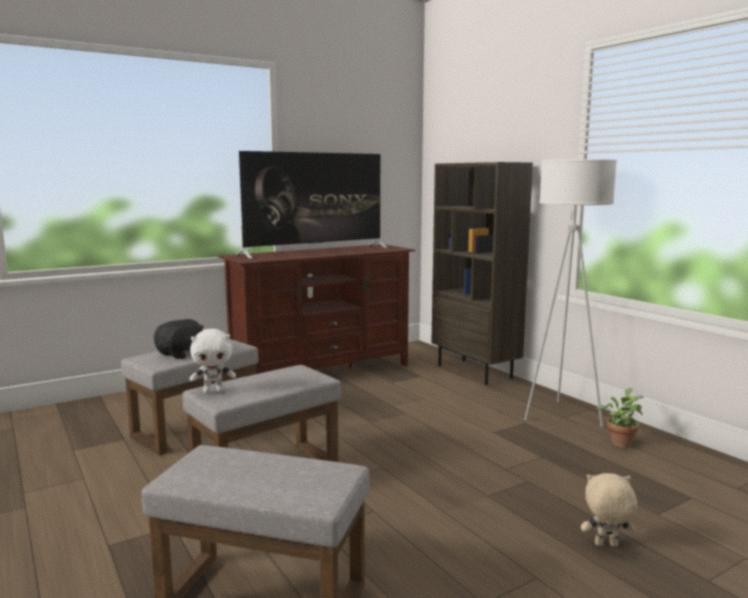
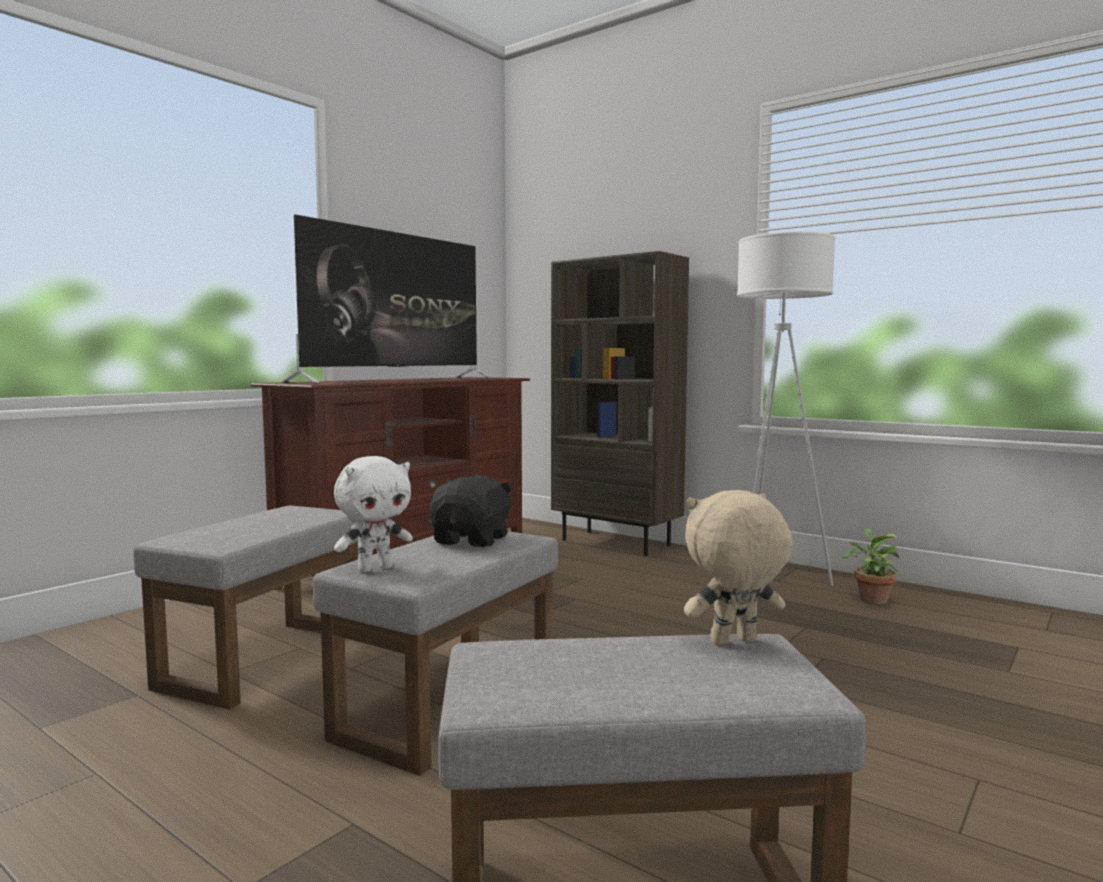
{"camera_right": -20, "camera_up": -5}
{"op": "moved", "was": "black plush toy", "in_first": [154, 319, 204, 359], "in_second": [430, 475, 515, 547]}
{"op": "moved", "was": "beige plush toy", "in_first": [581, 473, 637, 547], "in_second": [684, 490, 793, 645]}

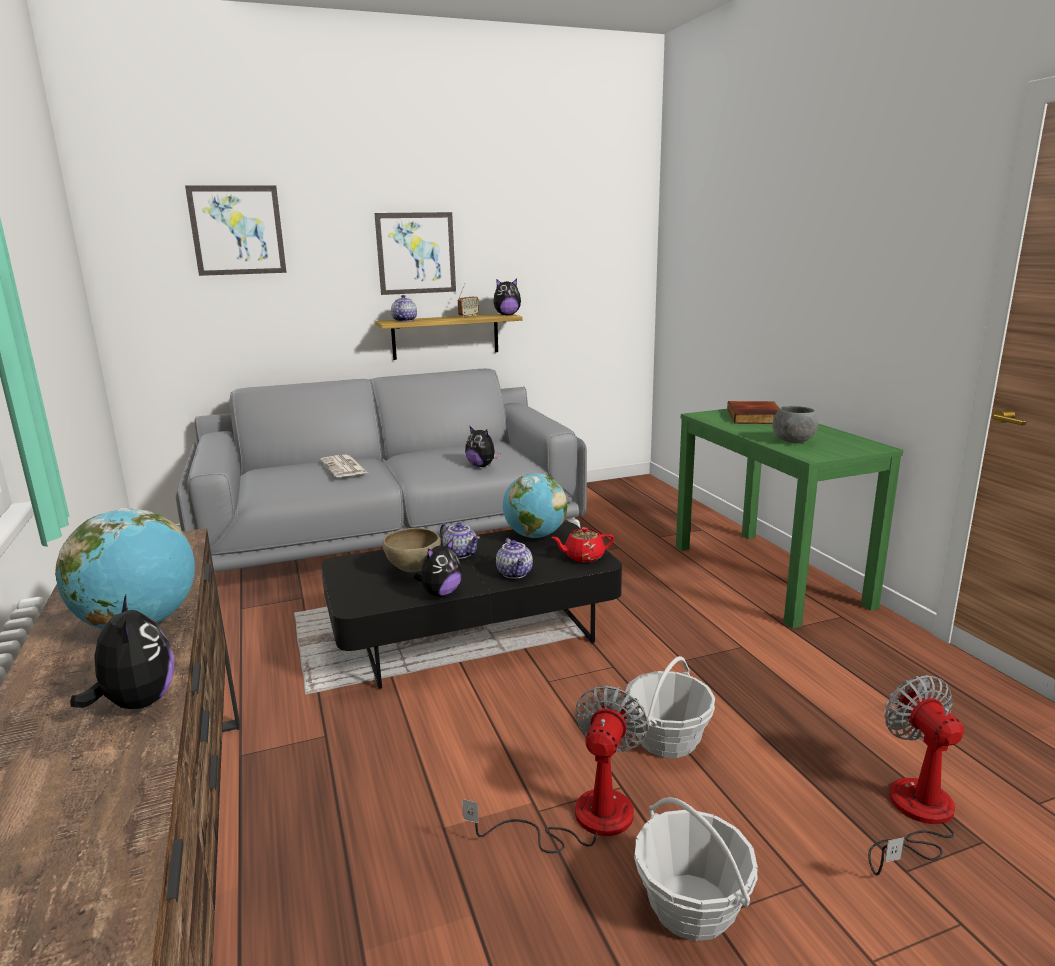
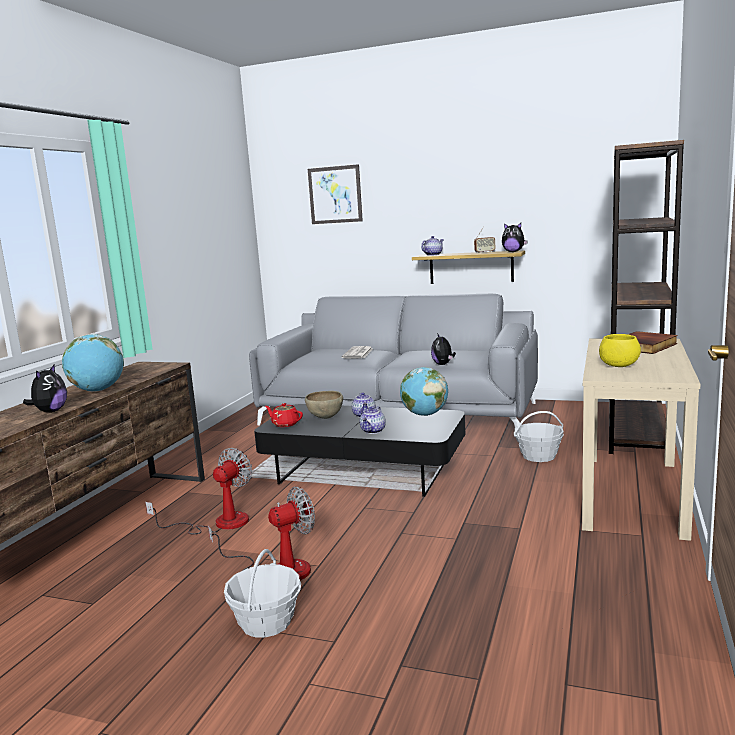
{"camera_right": 40, "camera_up": -5}
{"op": "removed", "was": "picture", "in_first": [374, 212, 456, 295]}
{"op": "removed", "was": "plush toy", "in_first": [414, 538, 462, 597]}
{"op": "moved", "was": "red teapot", "in_first": [551, 527, 614, 563], "in_second": [265, 403, 303, 427]}
{"op": "moved", "was": "basket", "in_first": [625, 656, 715, 758], "in_second": [514, 411, 564, 462]}
{"op": "recoloured", "was": "green console table", "now": "beige console table", "in_first": [676, 409, 904, 629], "in_second": [582, 339, 700, 541]}
{"op": "recoloured", "was": "grey bowl", "now": "yellow bowl", "in_first": [772, 406, 818, 443], "in_second": [599, 334, 641, 367]}
{"op": "moved", "was": "fan", "in_first": [868, 675, 964, 875], "in_second": [145, 448, 252, 535]}
{"op": "added", "now": "brown bookcase", "in_second": [609, 140, 684, 454]}

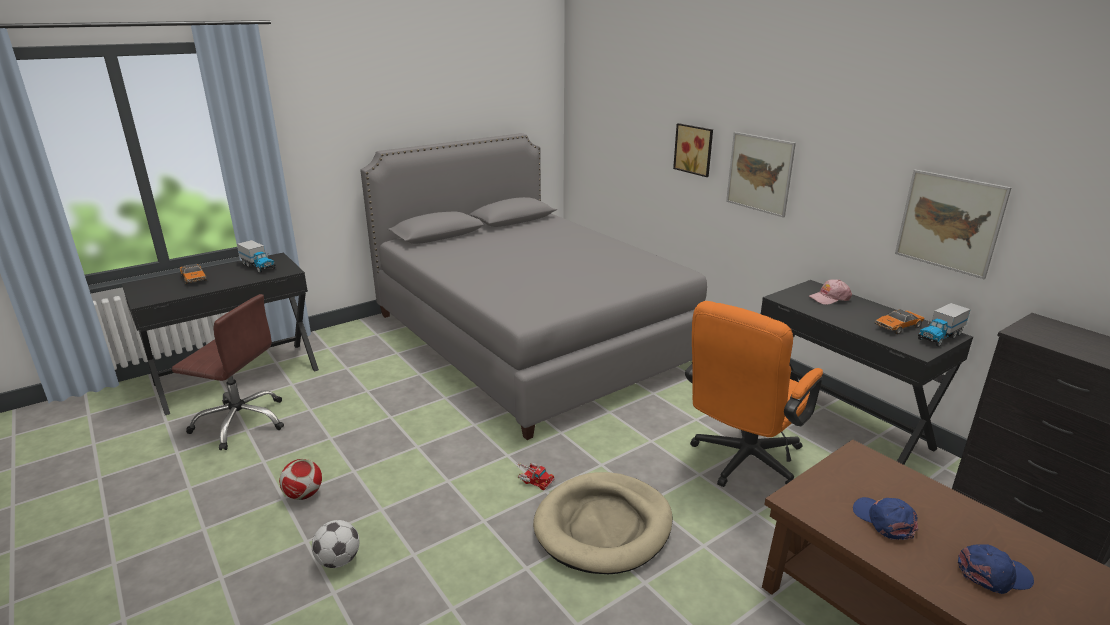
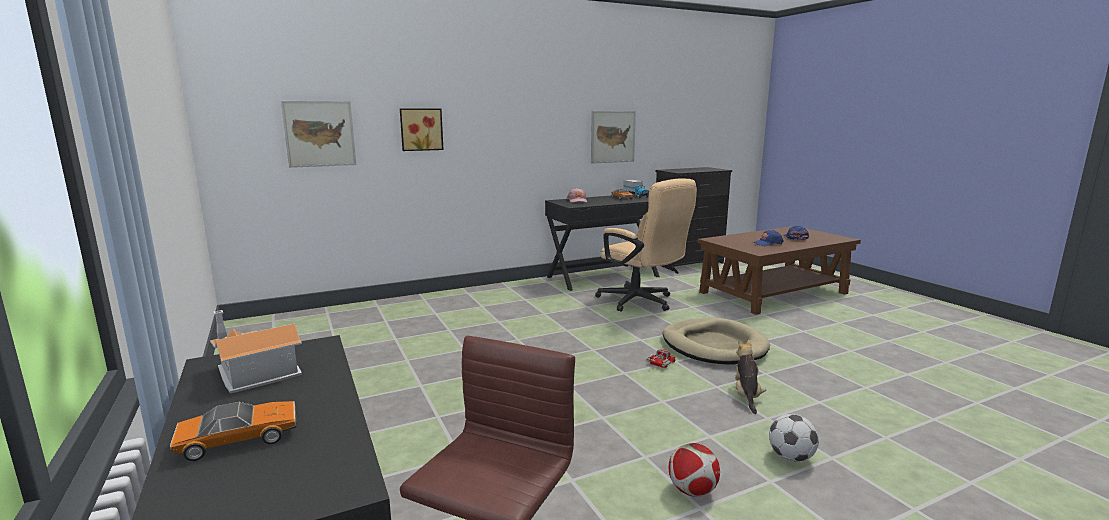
{"camera_right": -80, "camera_up": -10}
{"op": "replaced", "was": "toy truck", "now": "toy house", "in_first": [237, 240, 276, 273], "in_second": [210, 310, 302, 394]}
{"op": "removed", "was": "grey bed", "in_first": [360, 133, 707, 440]}
{"op": "recoloured", "was": "orange office chair", "now": "beige office chair", "in_first": [685, 301, 823, 487], "in_second": [595, 178, 697, 312]}
{"op": "moved", "was": "picture", "in_first": [726, 132, 796, 218], "in_second": [281, 101, 356, 168]}
{"op": "added", "now": "plush toy", "in_second": [735, 340, 766, 414]}

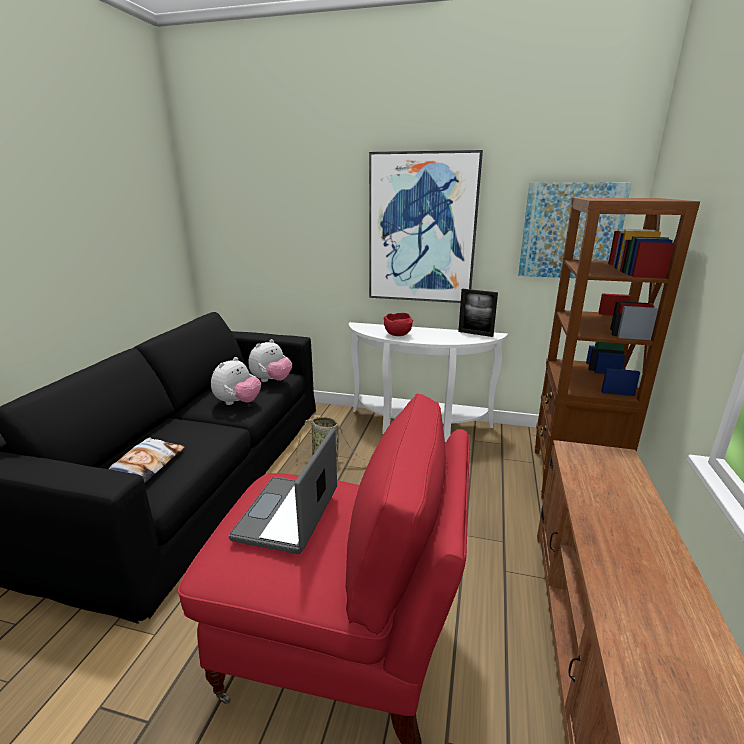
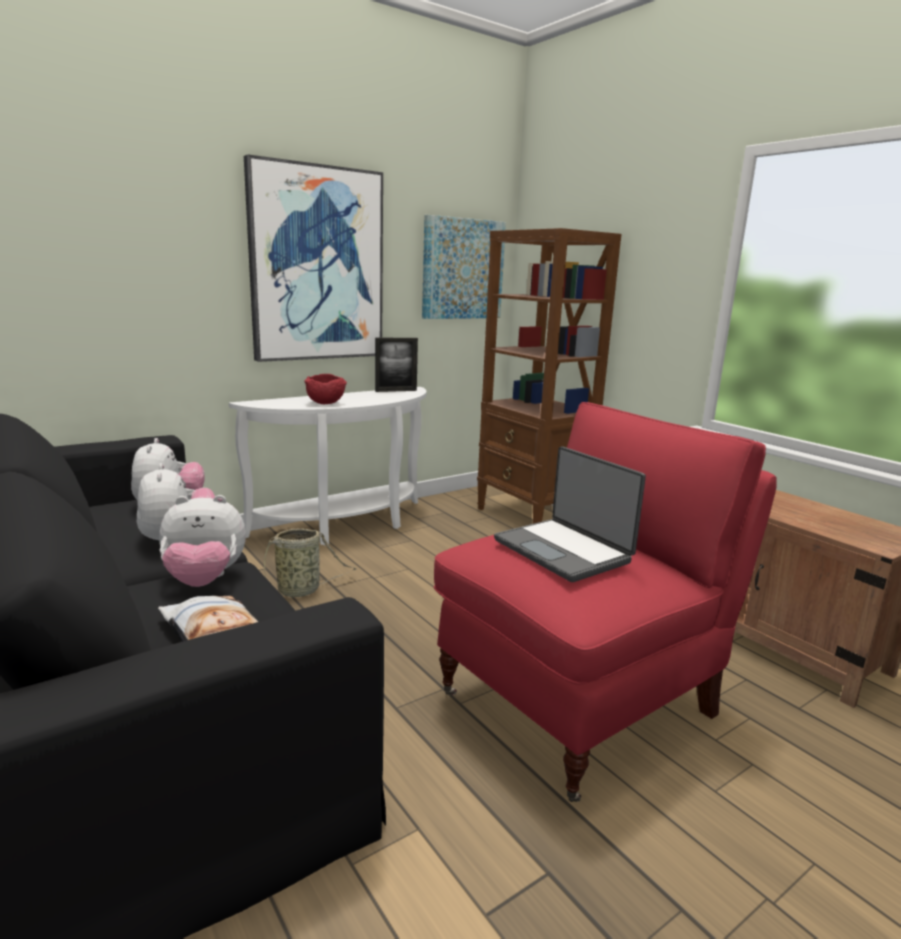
{"camera_right": -50, "camera_up": -5}
{"op": "added", "now": "plush toy", "in_second": [160, 495, 246, 587]}

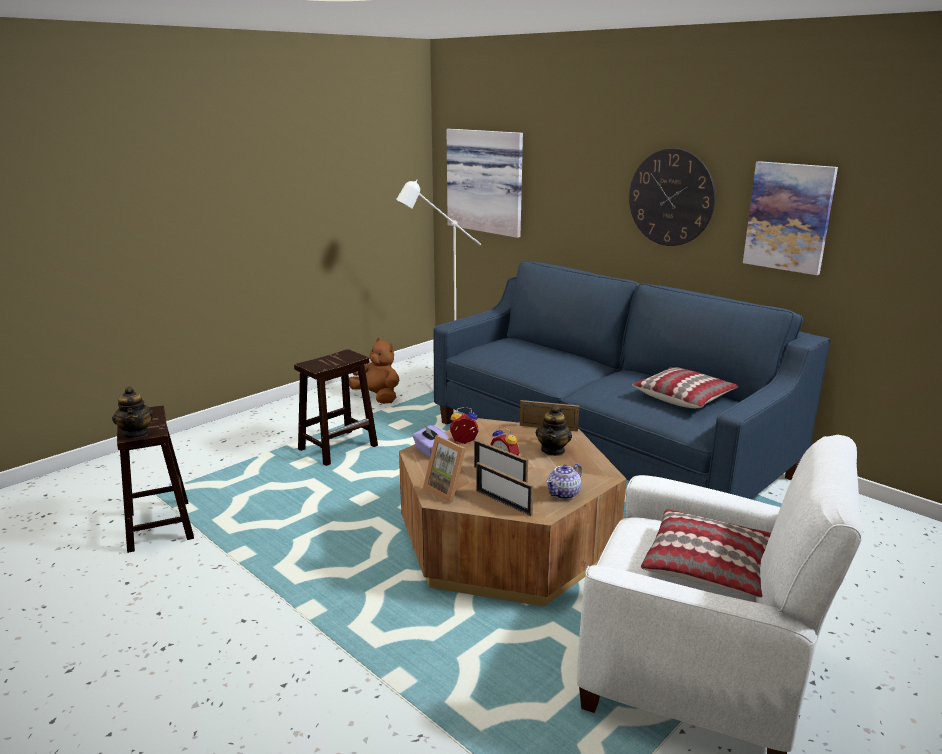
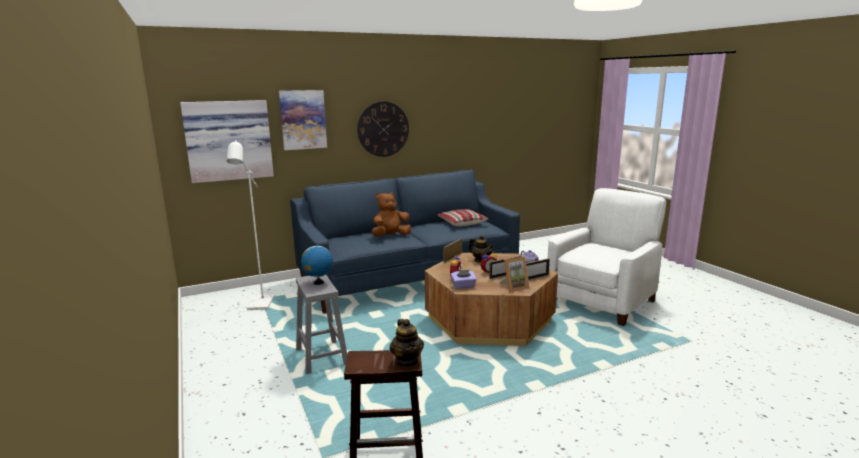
{"camera_right": -70, "camera_up": -5}
{"op": "turned", "was": "teapot", "in_first": [112, 387, 154, 438], "in_second": [390, 319, 424, 367], "clockwise": 75}
{"op": "recoloured", "was": "brown stool", "now": "grey stool", "in_first": [294, 349, 378, 466], "in_second": [296, 275, 347, 374]}
{"op": "moved", "was": "brown plush toy", "in_first": [349, 338, 399, 404], "in_second": [372, 192, 411, 236]}
{"op": "removed", "was": "pillow", "in_first": [641, 509, 771, 598]}
{"op": "moved", "was": "picture", "in_first": [743, 161, 838, 275], "in_second": [279, 90, 327, 150]}
{"op": "added", "now": "globe", "in_second": [301, 243, 333, 285]}

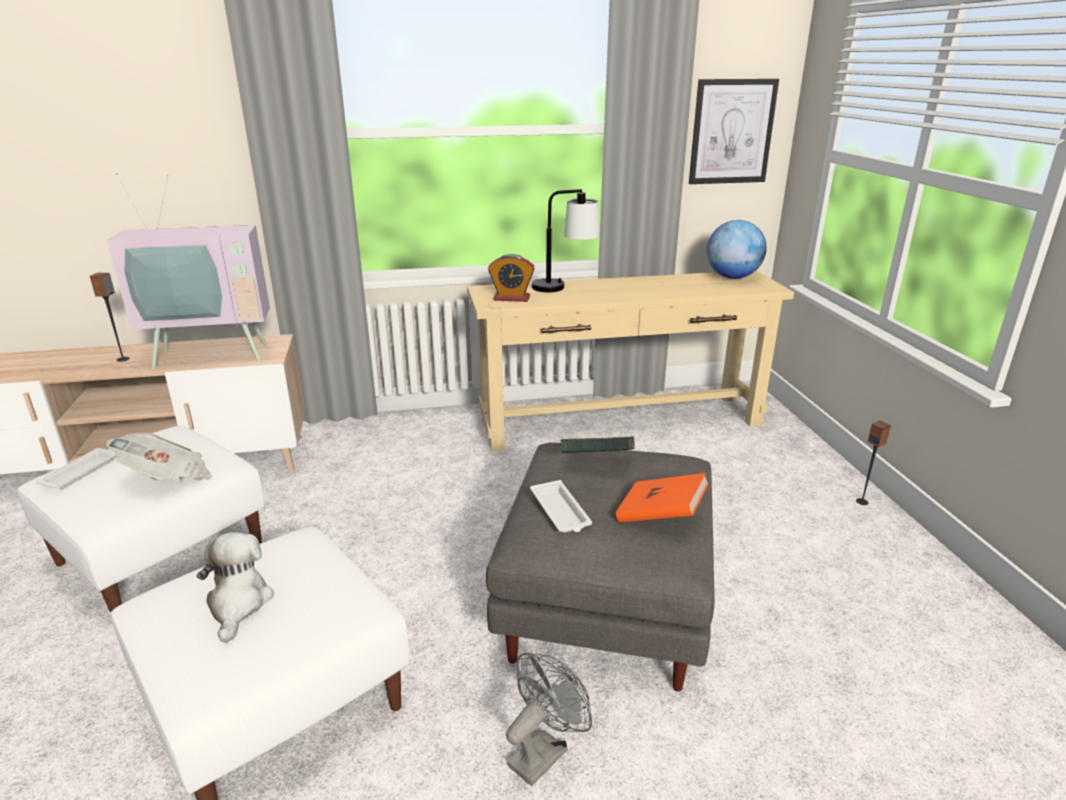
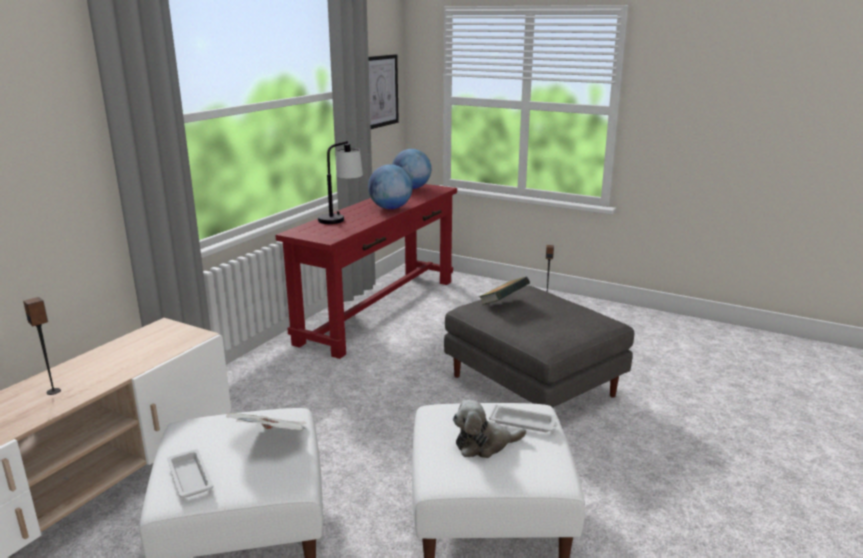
{"camera_right": -50, "camera_up": -5}
{"op": "removed", "was": "television", "in_first": [107, 173, 270, 369]}
{"op": "turned", "was": "plush toy", "in_first": [197, 532, 274, 643], "in_second": [453, 399, 526, 458], "clockwise": -45}
{"op": "recoloured", "was": "beige console table", "now": "red console table", "in_first": [467, 270, 794, 451], "in_second": [275, 184, 457, 359]}
{"op": "removed", "was": "alarm clock", "in_first": [488, 254, 535, 302]}
{"op": "removed", "was": "grey fan", "in_first": [506, 653, 592, 786]}
{"op": "moved", "was": "white tray", "in_first": [530, 480, 592, 533], "in_second": [489, 404, 558, 432]}
{"op": "removed", "was": "orange book", "in_first": [616, 473, 709, 523]}
{"op": "added", "now": "globe", "in_second": [368, 164, 413, 209]}

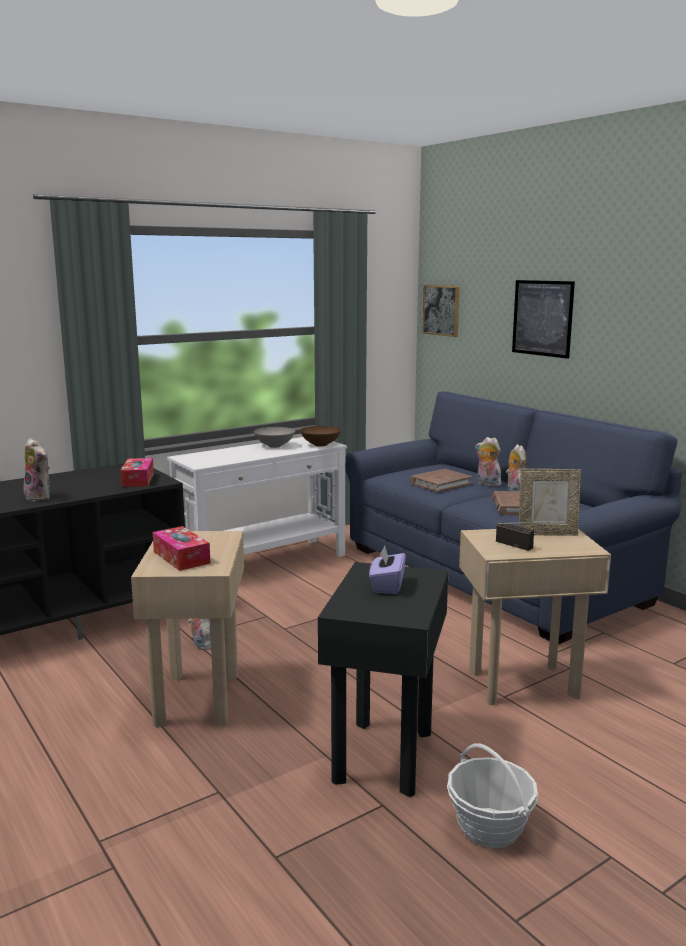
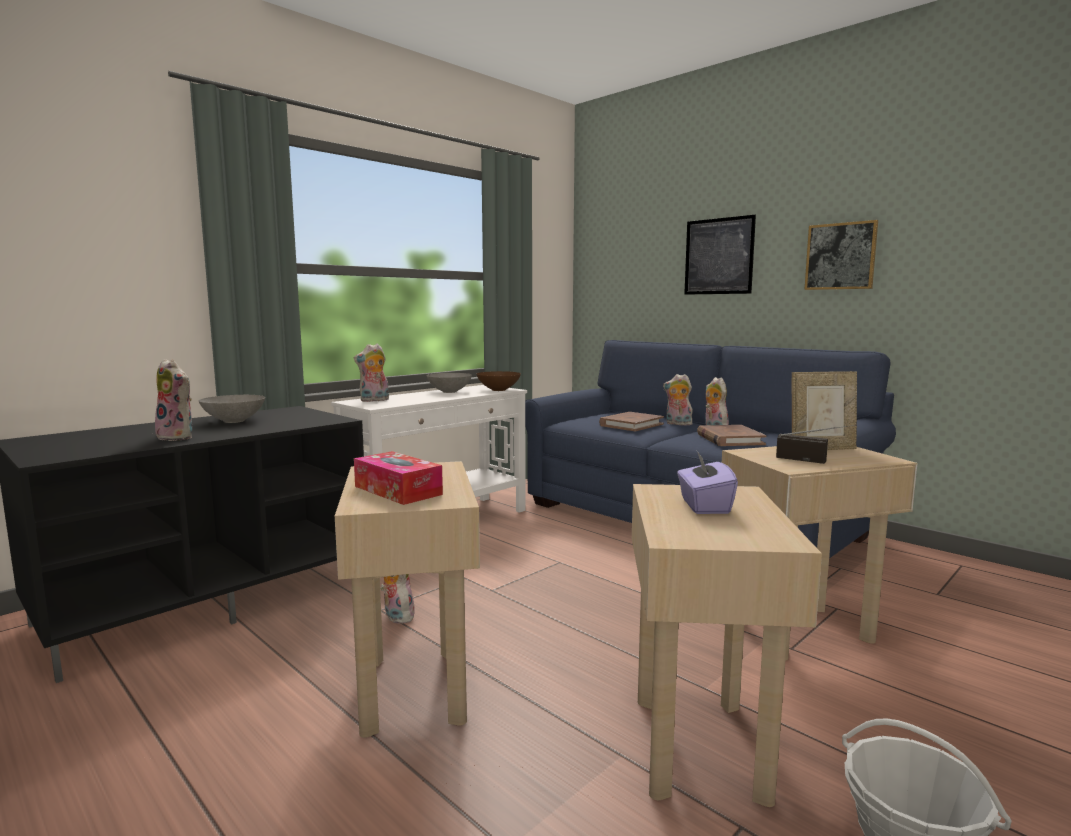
{"camera_right": -10, "camera_up": -5}
{"op": "removed", "was": "tissue box", "in_first": [120, 458, 154, 487]}
{"op": "recoloured", "was": "black side table", "now": "beige side table", "in_first": [318, 562, 448, 797], "in_second": [632, 484, 822, 807]}
{"op": "moved", "was": "picture", "in_first": [423, 285, 460, 337], "in_second": [804, 220, 878, 290]}
{"op": "added", "now": "grey bowl", "in_second": [199, 395, 265, 423]}
{"op": "added", "now": "plush toy", "in_second": [354, 344, 389, 402]}

